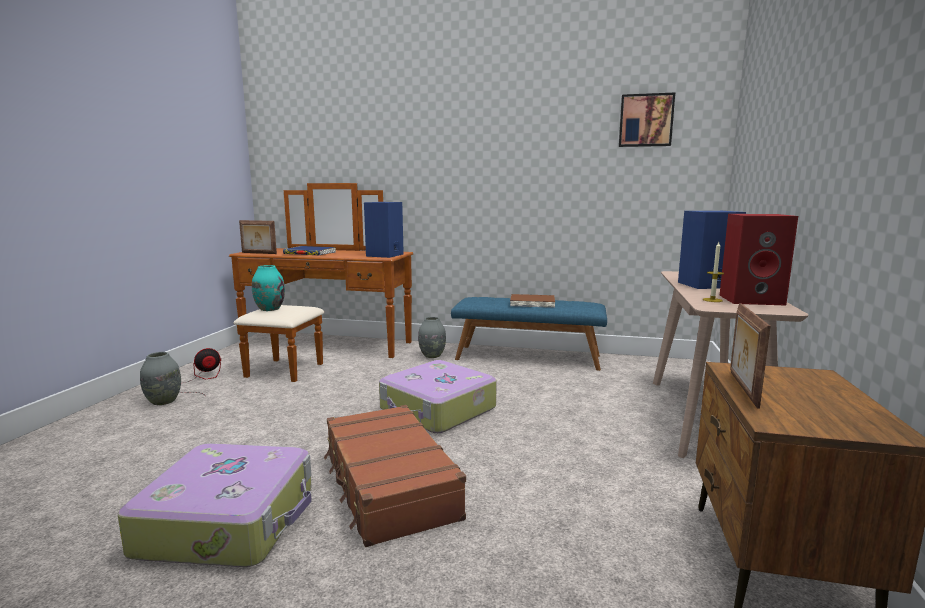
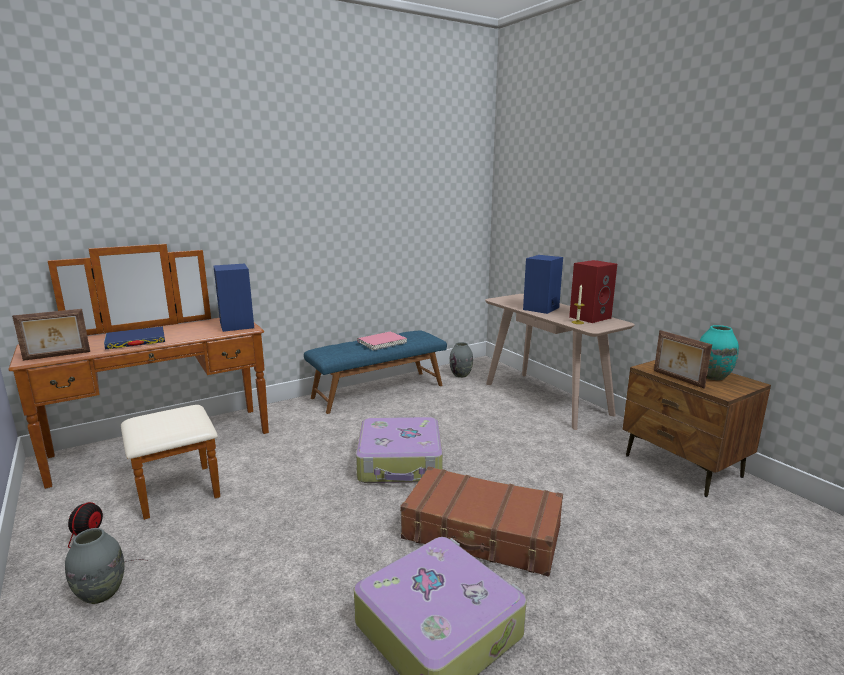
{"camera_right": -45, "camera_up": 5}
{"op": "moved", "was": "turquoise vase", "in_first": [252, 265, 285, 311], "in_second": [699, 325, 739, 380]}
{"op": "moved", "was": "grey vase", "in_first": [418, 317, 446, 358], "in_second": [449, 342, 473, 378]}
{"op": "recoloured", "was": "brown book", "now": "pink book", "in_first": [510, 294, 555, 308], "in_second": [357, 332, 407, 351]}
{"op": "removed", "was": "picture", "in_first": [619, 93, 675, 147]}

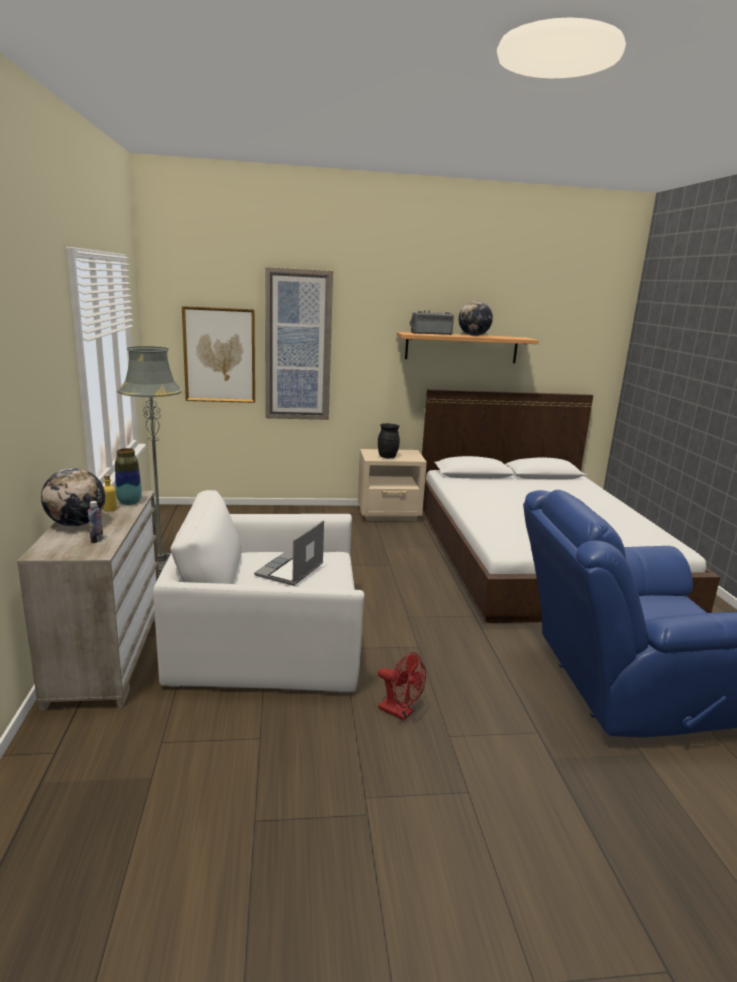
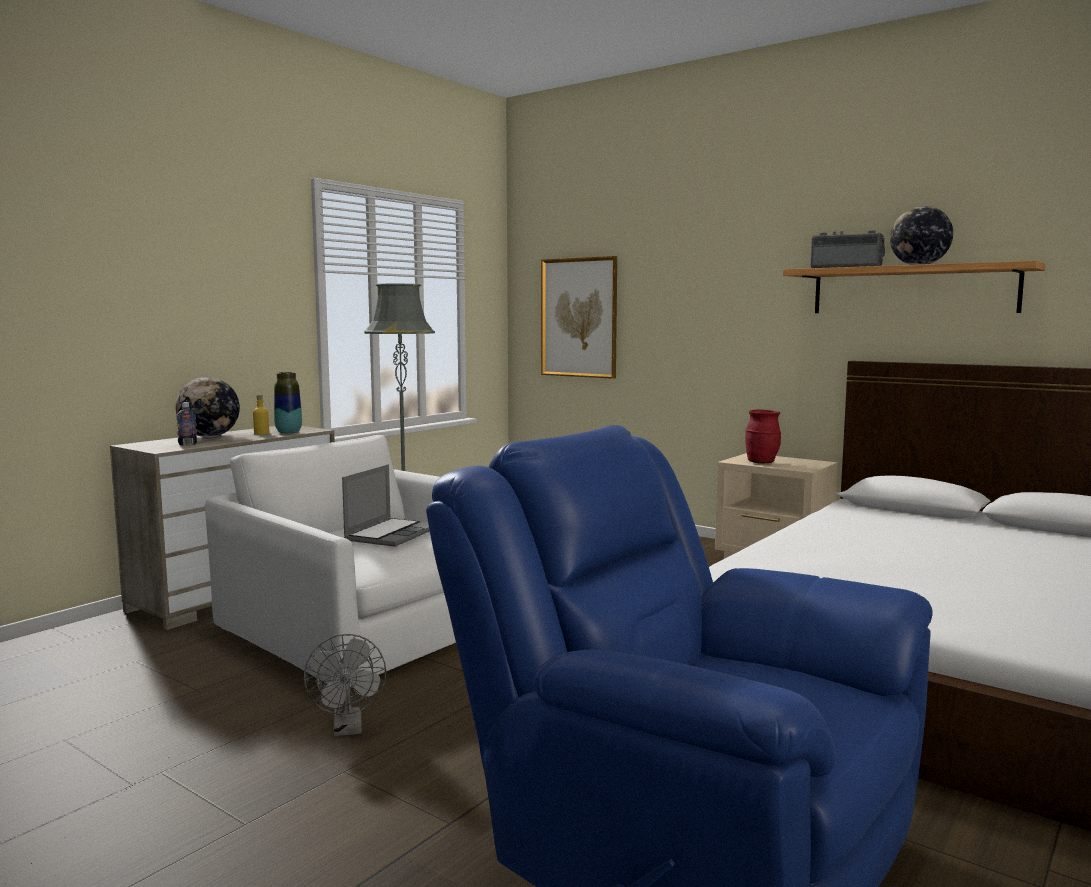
{"camera_right": 45, "camera_up": -10}
{"op": "turned", "was": "laptop", "in_first": [254, 520, 324, 586], "in_second": [342, 464, 430, 547], "clockwise": 135}
{"op": "removed", "was": "picture", "in_first": [265, 267, 333, 420]}
{"op": "recoloured", "was": "black vase", "now": "red vase", "in_first": [378, 423, 400, 458], "in_second": [745, 409, 781, 463]}
{"op": "recoloured", "was": "red fan", "now": "grey fan", "in_first": [378, 652, 426, 721], "in_second": [304, 634, 386, 736]}

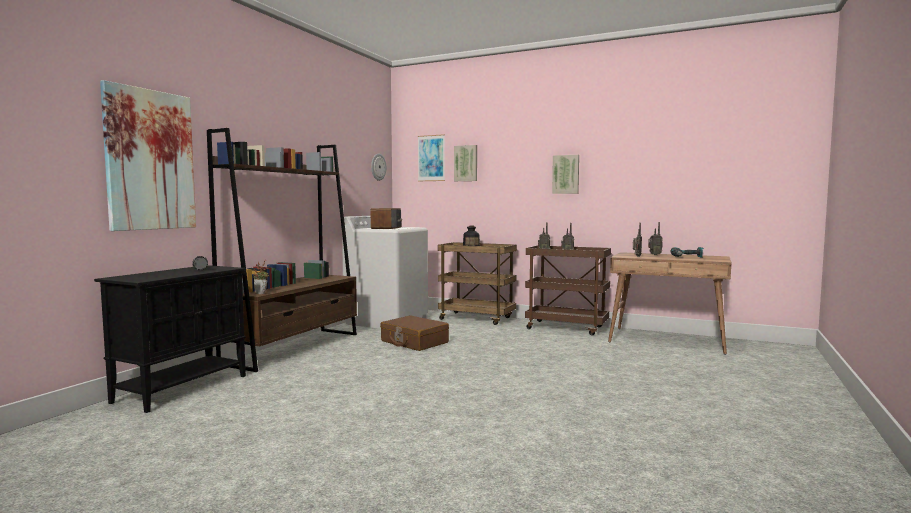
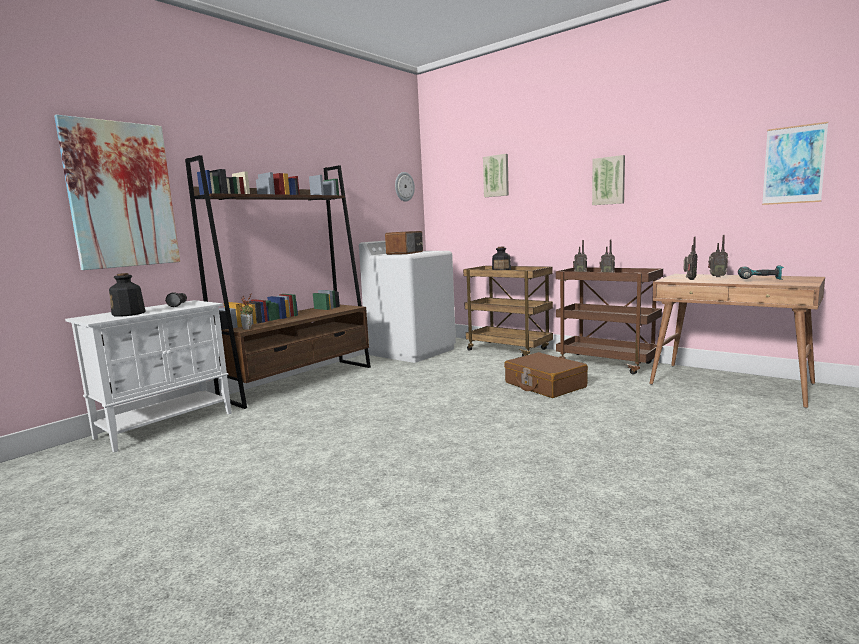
{"camera_right": 15, "camera_up": 5}
{"op": "recoloured", "was": "black cabinet", "now": "white cabinet", "in_first": [94, 265, 246, 413], "in_second": [65, 300, 232, 452]}
{"op": "moved", "was": "brown suitcase", "in_first": [380, 315, 449, 351], "in_second": [504, 352, 588, 398]}
{"op": "moved", "was": "picture", "in_first": [418, 134, 445, 181], "in_second": [762, 122, 828, 205]}
{"op": "added", "now": "bottle", "in_second": [109, 273, 146, 317]}

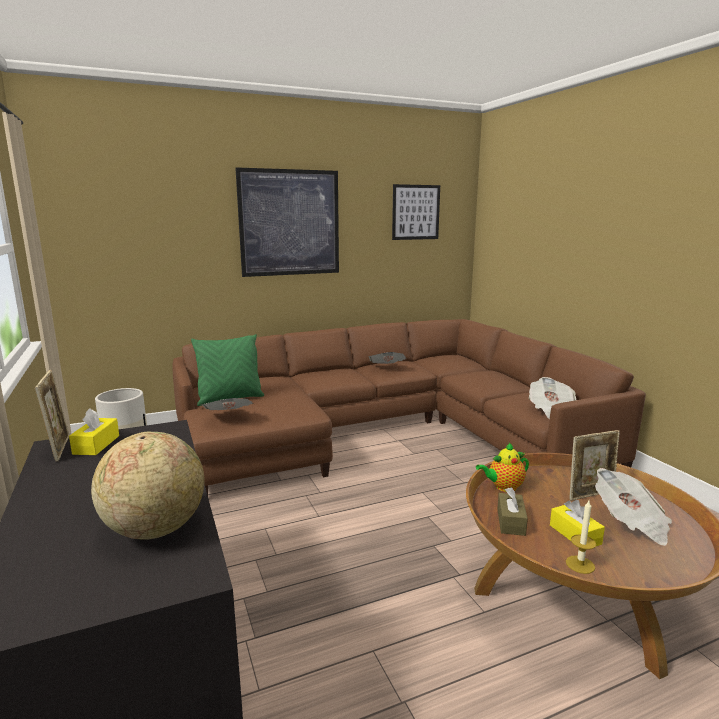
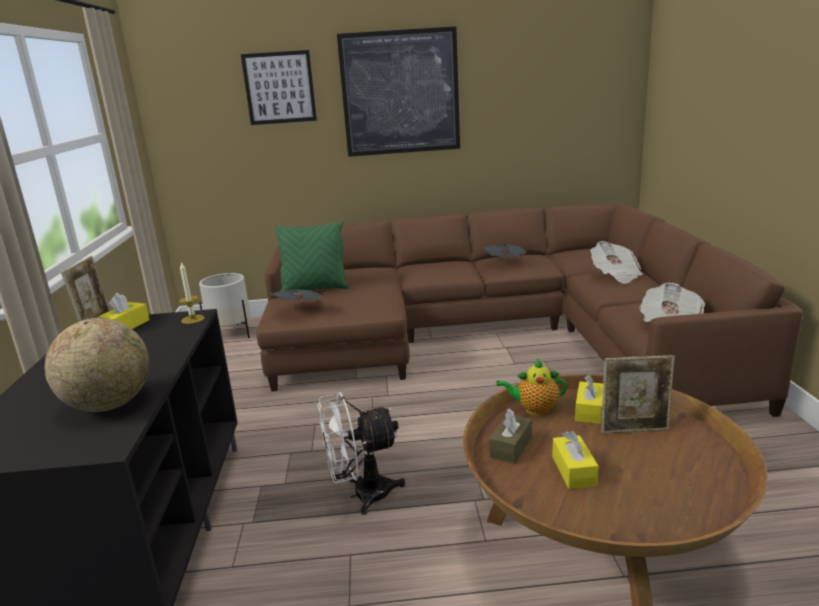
{"camera_right": 20, "camera_up": 5}
{"op": "moved", "was": "picture", "in_first": [392, 184, 440, 240], "in_second": [241, 50, 317, 125]}
{"op": "moved", "was": "candle", "in_first": [566, 501, 596, 574], "in_second": [179, 261, 205, 324]}
{"op": "moved", "was": "newspaper", "in_first": [595, 468, 672, 546], "in_second": [590, 241, 643, 284]}
{"op": "added", "now": "white fan", "in_second": [318, 392, 405, 515]}
{"op": "added", "now": "yellow tissue box", "in_second": [575, 375, 603, 424]}

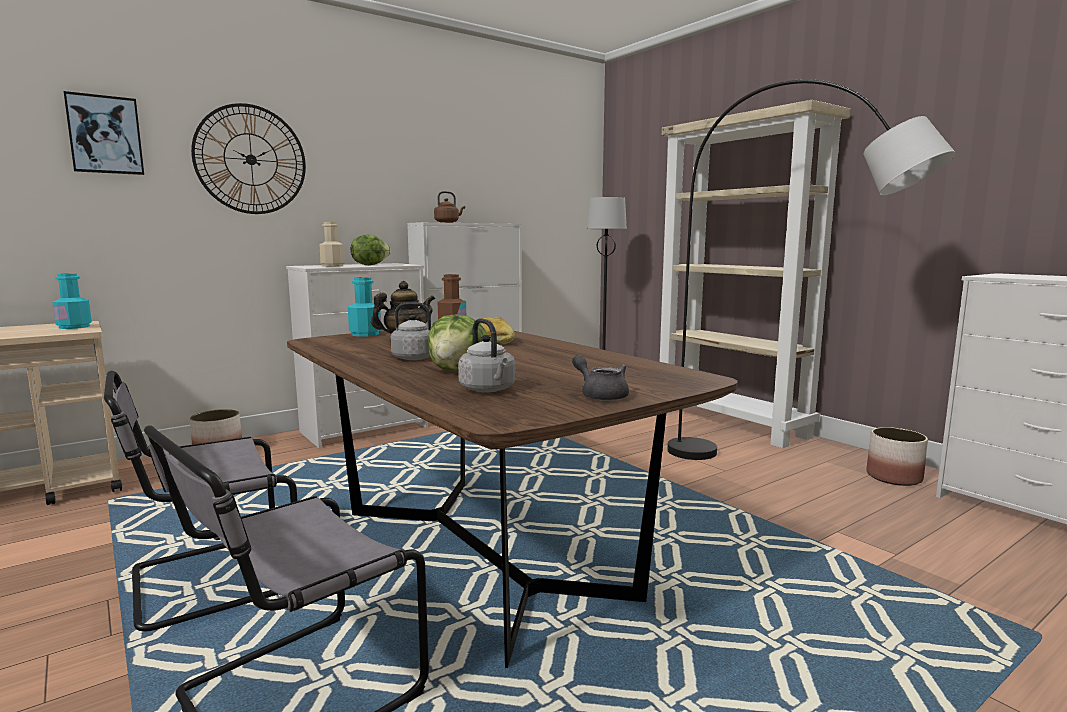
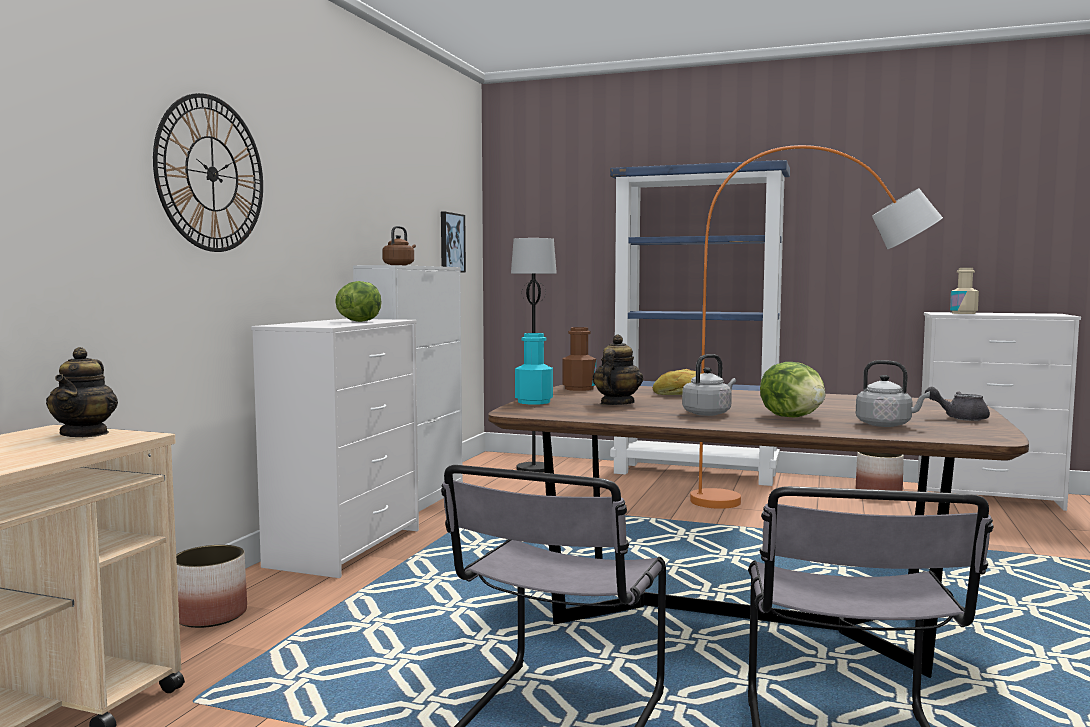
{"camera_right": -35, "camera_up": -5}
{"op": "replaced", "was": "turquoise bottle", "now": "teapot", "in_first": [52, 273, 92, 329], "in_second": [46, 347, 118, 437]}
{"op": "moved", "was": "picture", "in_first": [63, 91, 144, 175], "in_second": [441, 212, 466, 272]}
{"op": "moved", "was": "beige bottle", "in_first": [319, 222, 345, 267], "in_second": [950, 268, 979, 314]}
{"op": "recoloured", "was": "beige bookcase", "now": "blue bookcase", "in_first": [660, 100, 850, 448], "in_second": [610, 160, 790, 486]}
{"op": "recoloured", "was": "black floor lamp", "now": "orange floor lamp", "in_first": [667, 79, 956, 460], "in_second": [690, 145, 943, 509]}

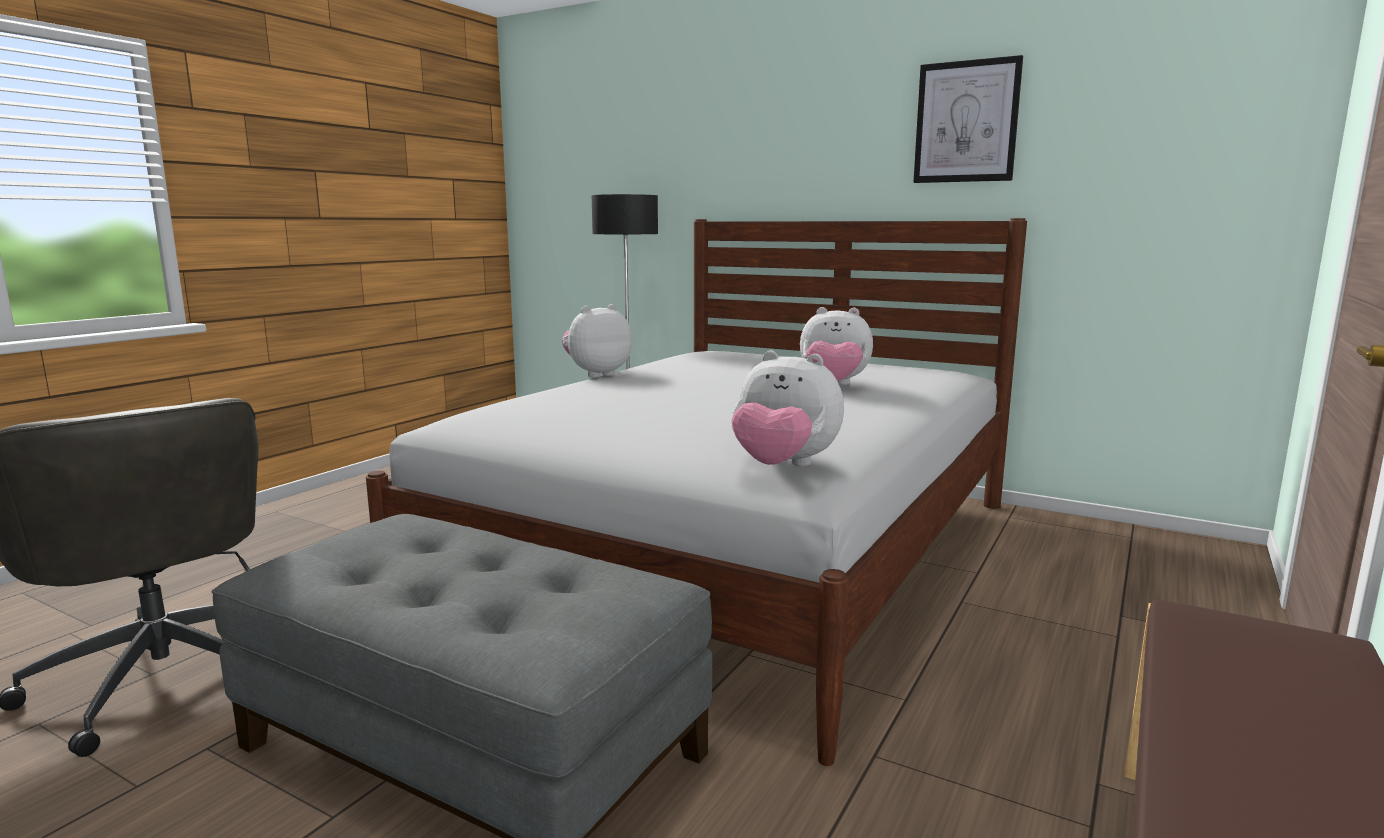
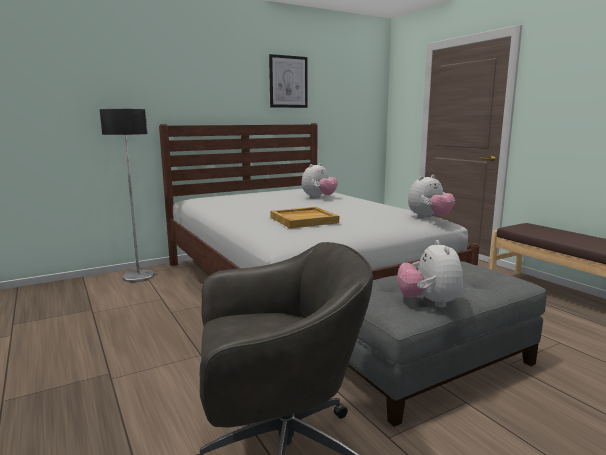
{"camera_right": -60, "camera_up": 0}
{"op": "moved", "was": "plush toy", "in_first": [562, 304, 632, 378], "in_second": [397, 240, 463, 307]}
{"op": "added", "now": "beige tray", "in_second": [270, 207, 339, 229]}

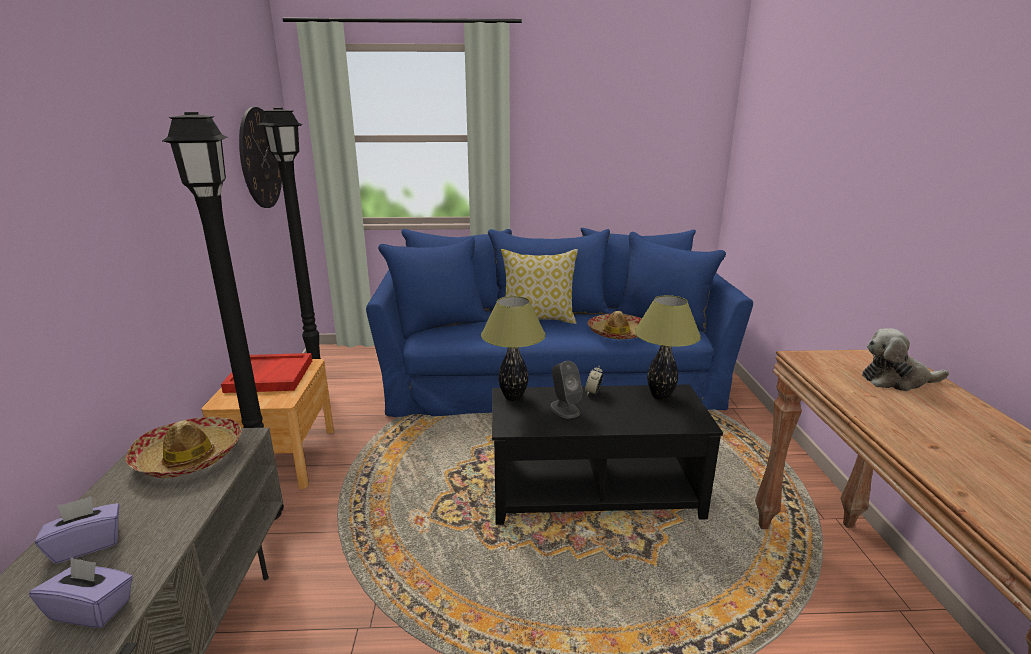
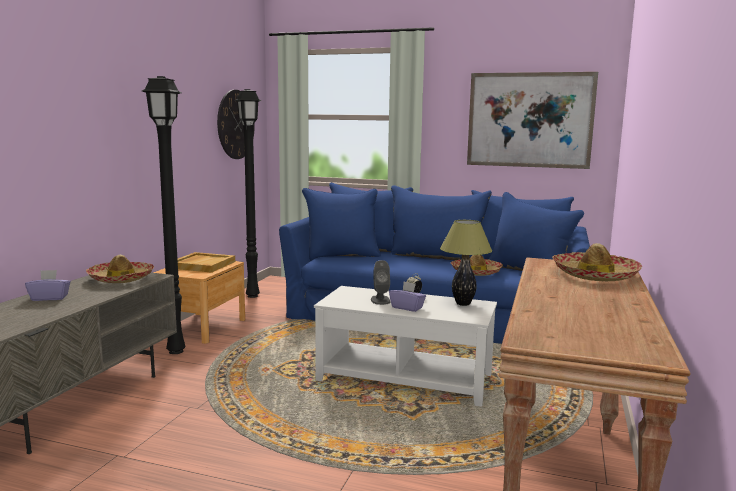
{"camera_right": 20, "camera_up": -10}
{"op": "moved", "was": "purple tissue box", "in_first": [30, 557, 133, 628], "in_second": [389, 282, 426, 312]}
{"op": "recoloured", "was": "red tray", "now": "beige tray", "in_first": [221, 353, 312, 393], "in_second": [178, 252, 235, 273]}
{"op": "removed", "was": "table lamp", "in_first": [481, 296, 546, 401]}
{"op": "recoloured", "was": "black coffee table", "now": "white coffee table", "in_first": [492, 384, 723, 525], "in_second": [314, 286, 497, 407]}
{"op": "removed", "was": "pillow", "in_first": [501, 249, 578, 324]}
{"op": "replaced", "was": "plush toy", "now": "hat", "in_first": [862, 328, 949, 391], "in_second": [552, 243, 642, 281]}
{"op": "added", "now": "picture", "in_second": [467, 72, 598, 169]}

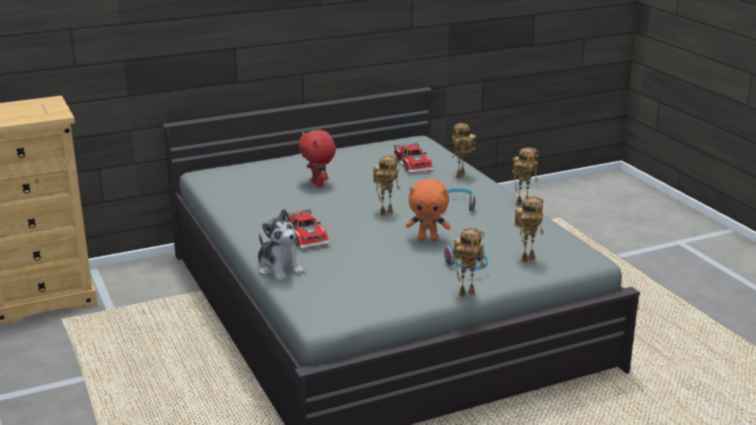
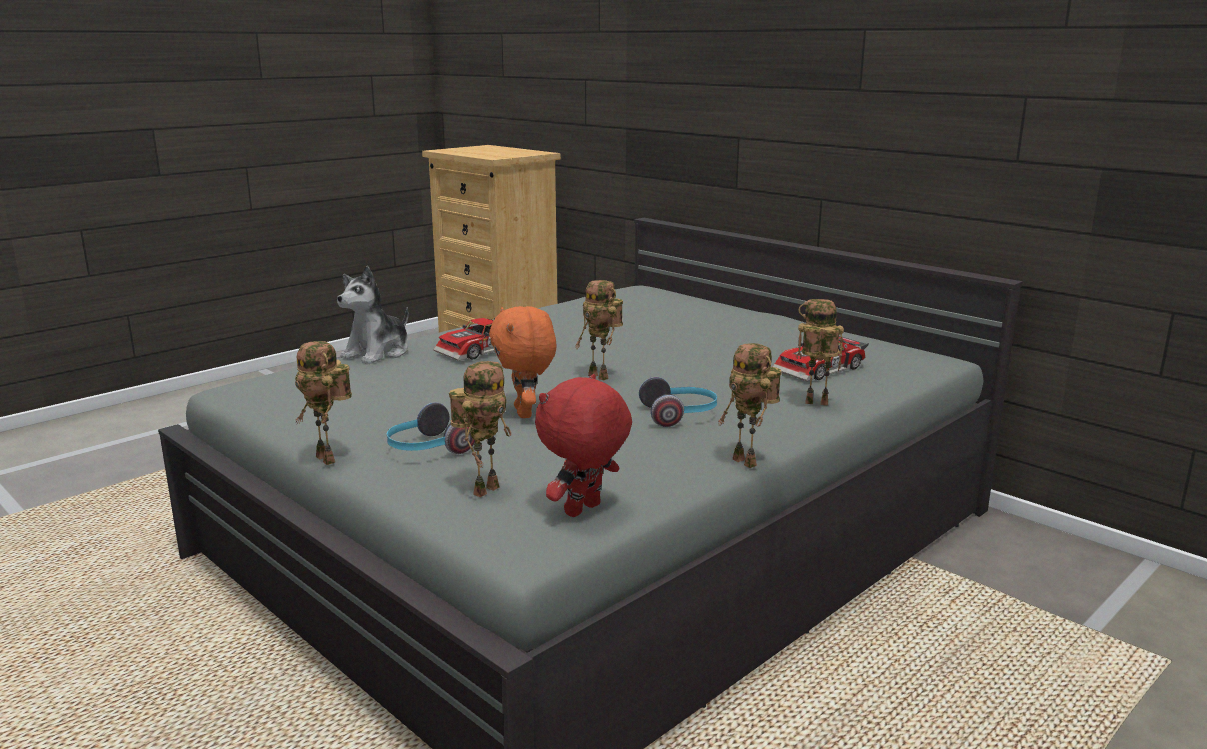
{"camera_right": 70, "camera_up": -5}
{"op": "moved", "was": "red plush toy", "in_first": [299, 130, 336, 187], "in_second": [535, 374, 632, 517]}
{"op": "turned", "was": "toy robot", "in_first": [514, 196, 544, 263], "in_second": [449, 361, 511, 497], "clockwise": -90}

